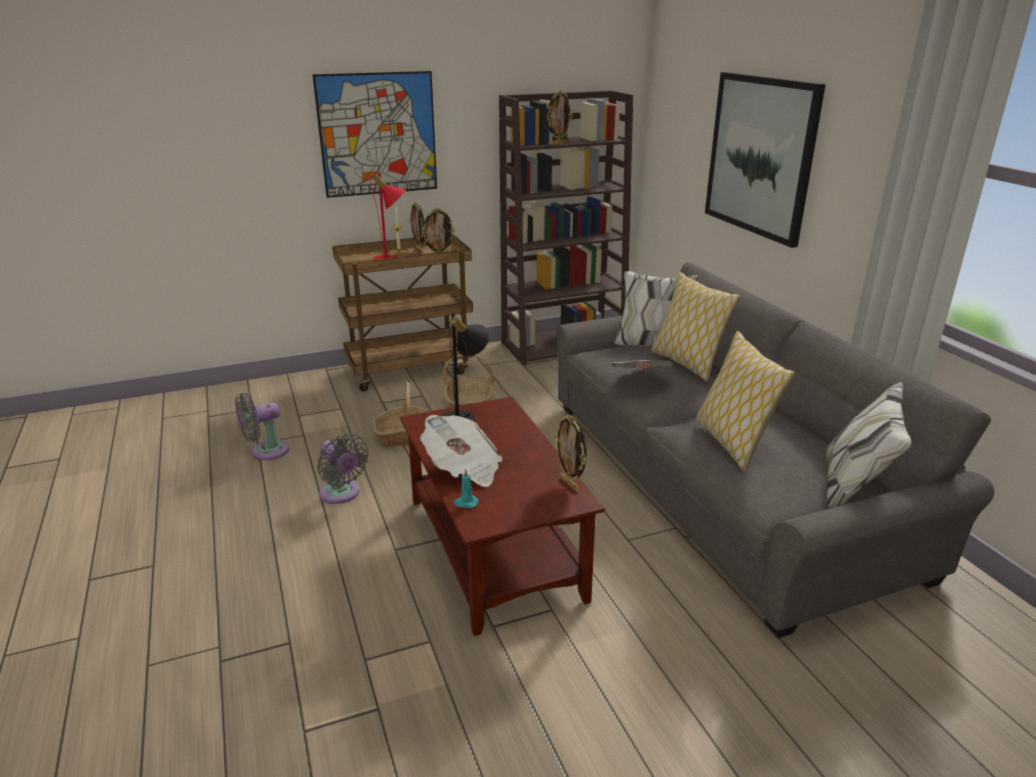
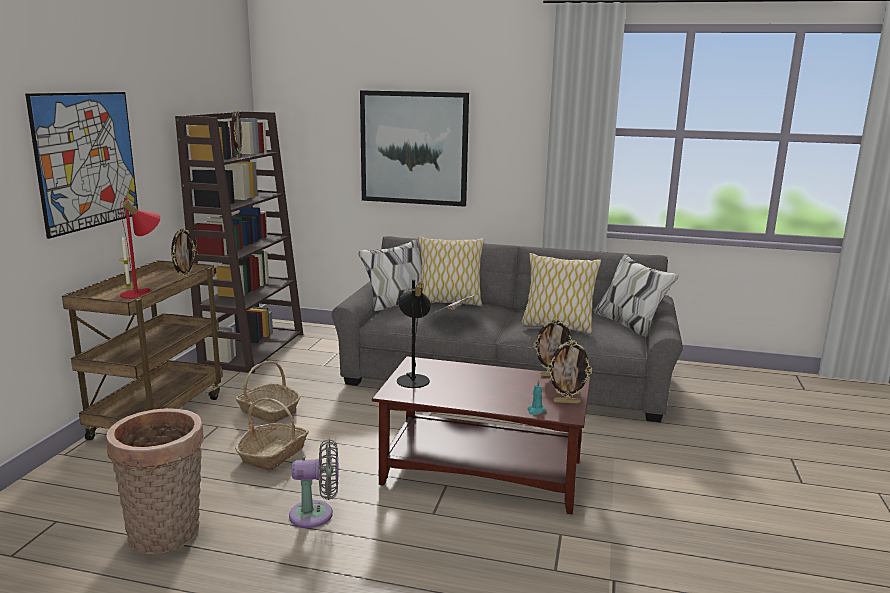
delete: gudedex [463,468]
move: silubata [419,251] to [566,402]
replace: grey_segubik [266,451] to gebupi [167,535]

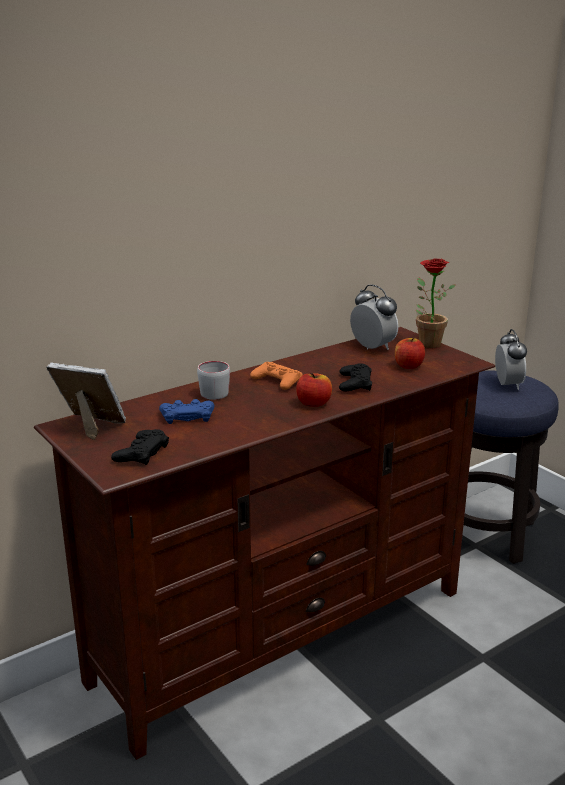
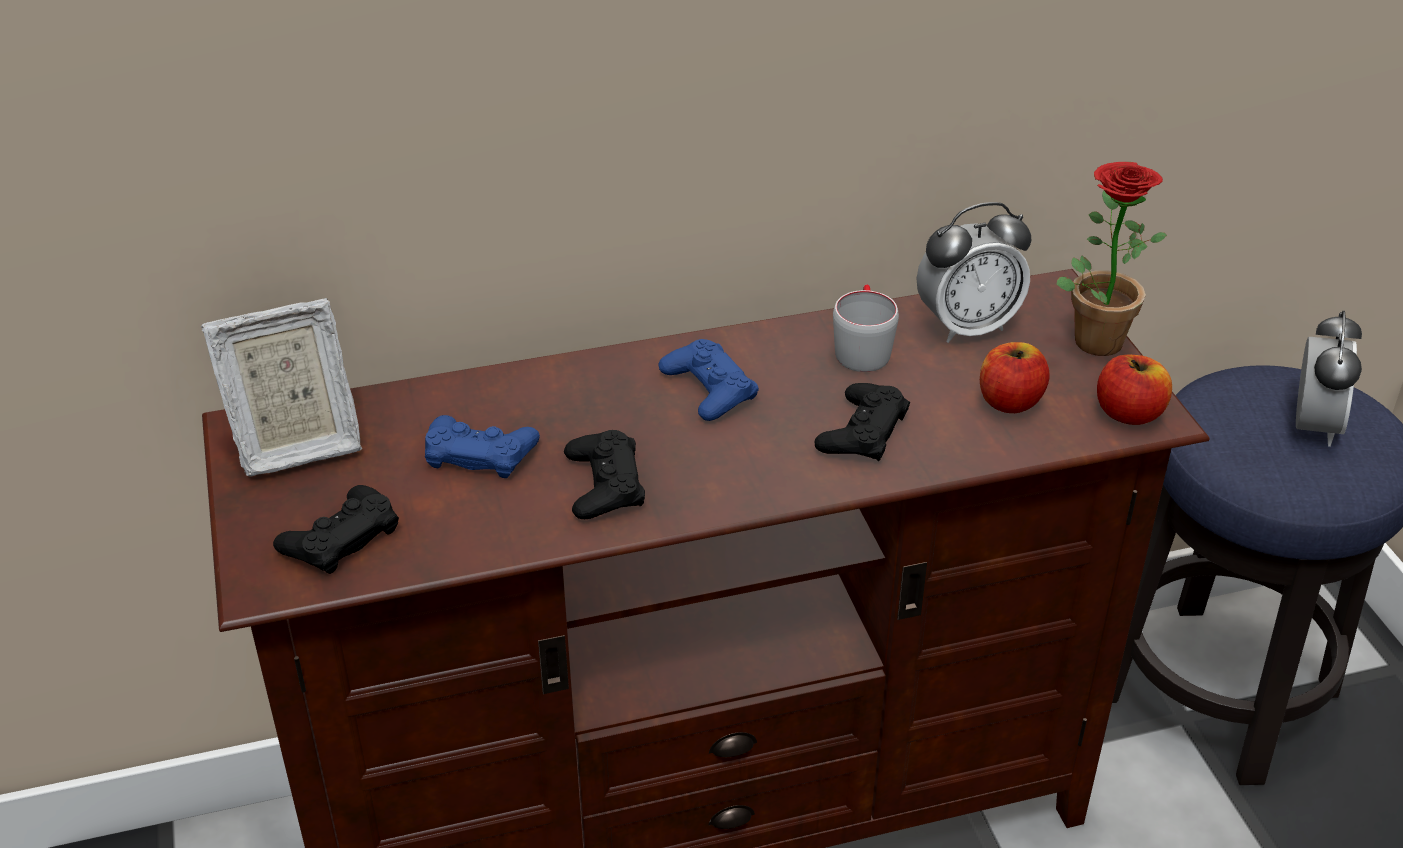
insert: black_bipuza [604,484]
move: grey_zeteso [212,391] to [862,347]; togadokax [313,403] to [1129,413]
recolor: orange_bipuza [277,381] to blue_bipuza [708,388]
rotate: silubata [92,427] = [295,445] 120 degrees clockwise; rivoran [372,348] = [967,327] 90 degrees clockwise

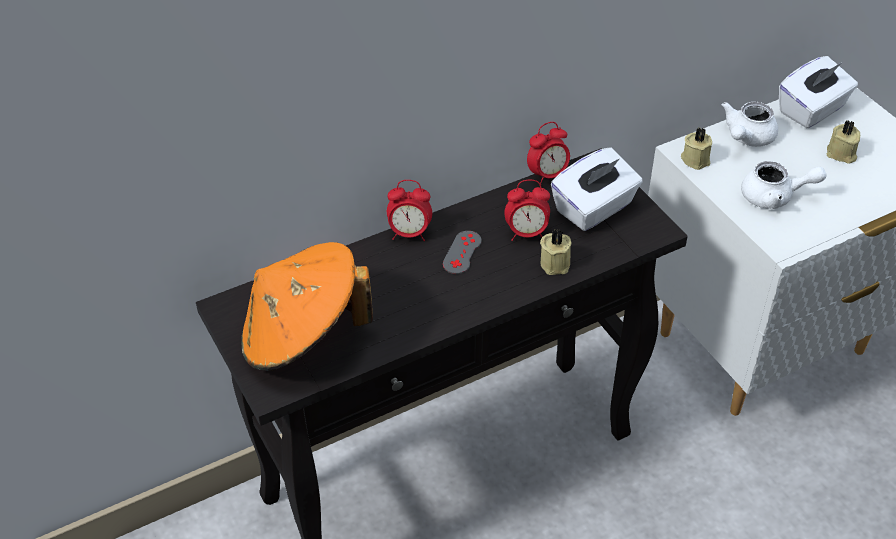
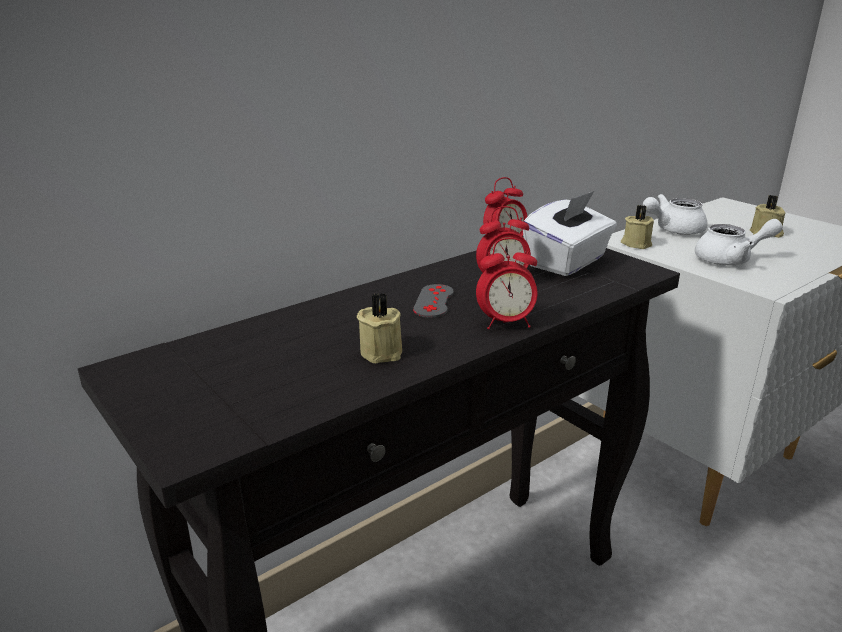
delete: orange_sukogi [303,336]; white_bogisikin [812,110]
move: rivoran [409,233] to [506,323]; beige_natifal [556,263] to [383,351]
rotate: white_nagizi [746,138] = [673,230] 45 degrees clockwise

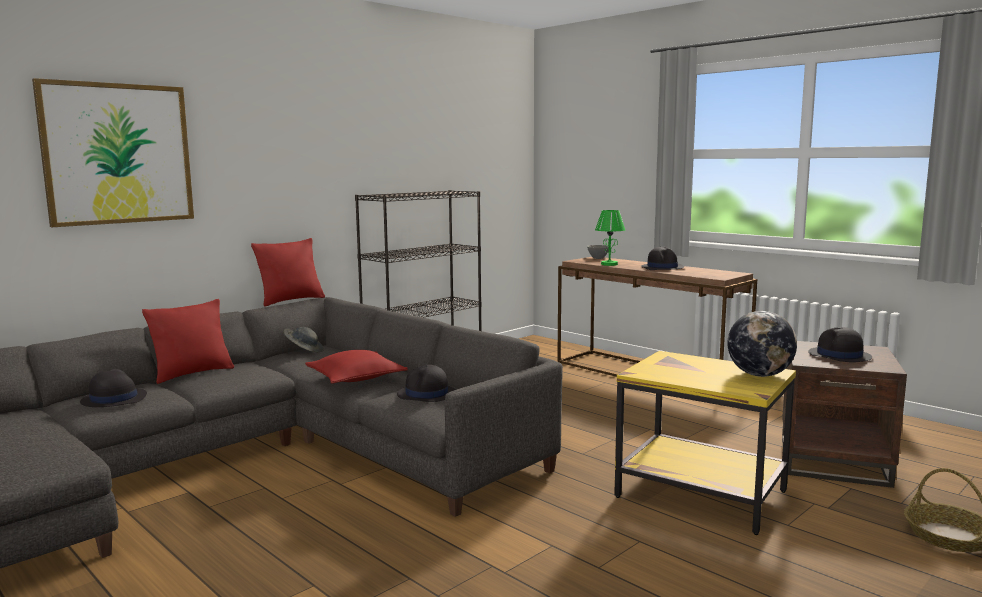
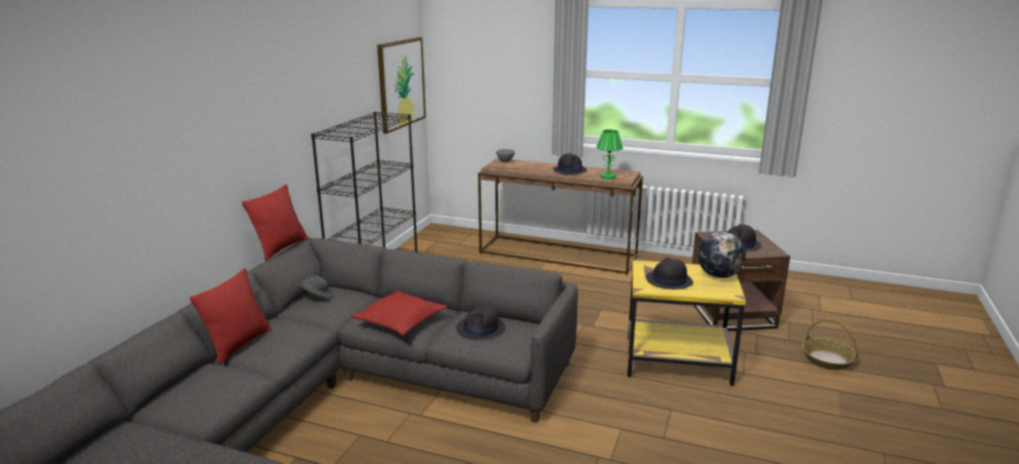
move: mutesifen [118,154] to [401,83]; black_sukogi [113,399] to [668,280]; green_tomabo [609,264] to [608,177]

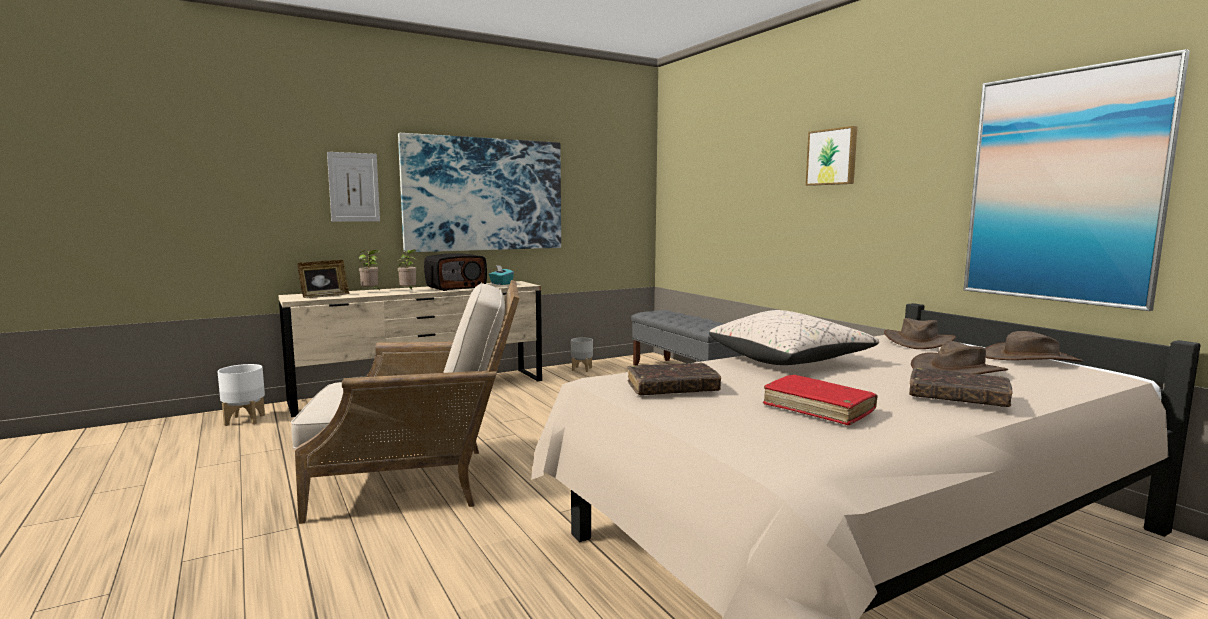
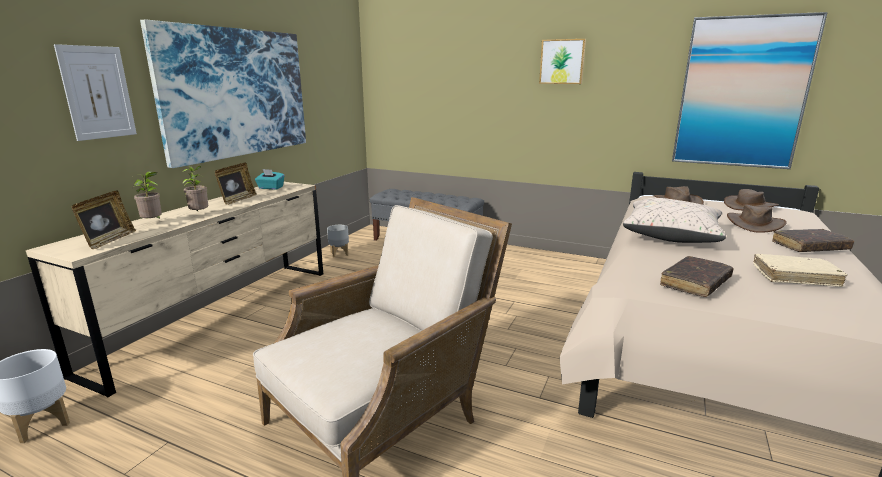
replace: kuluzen [456,287] to silubata [237,200]
recolor: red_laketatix [818,409] to beige_laketatix [795,277]

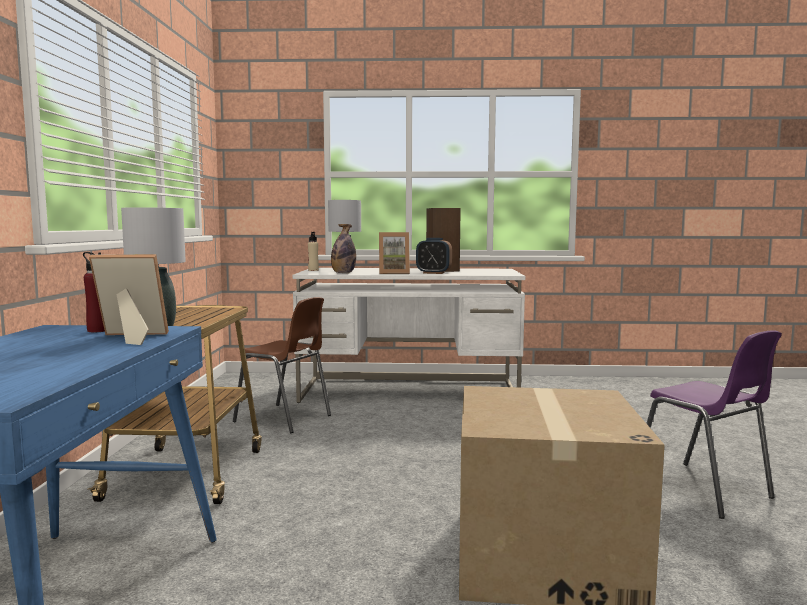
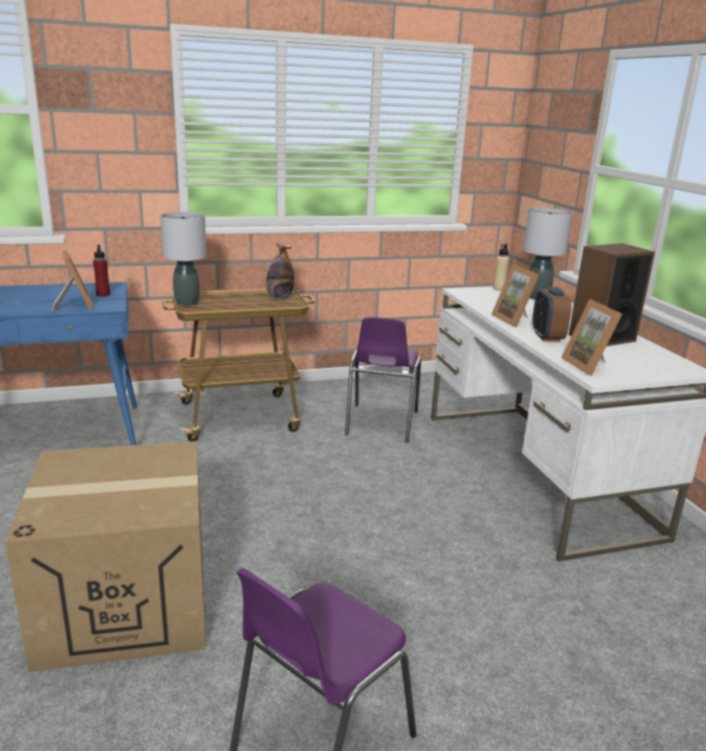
insert: silubata [590,366]
move: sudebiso [343,273] to [279,297]
recolor: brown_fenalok [285,419] to purple_fenalok [380,424]

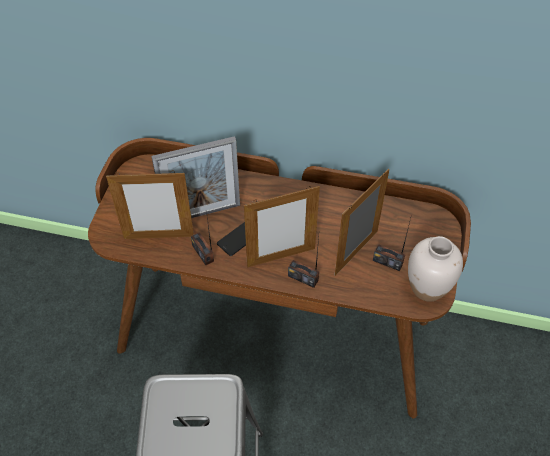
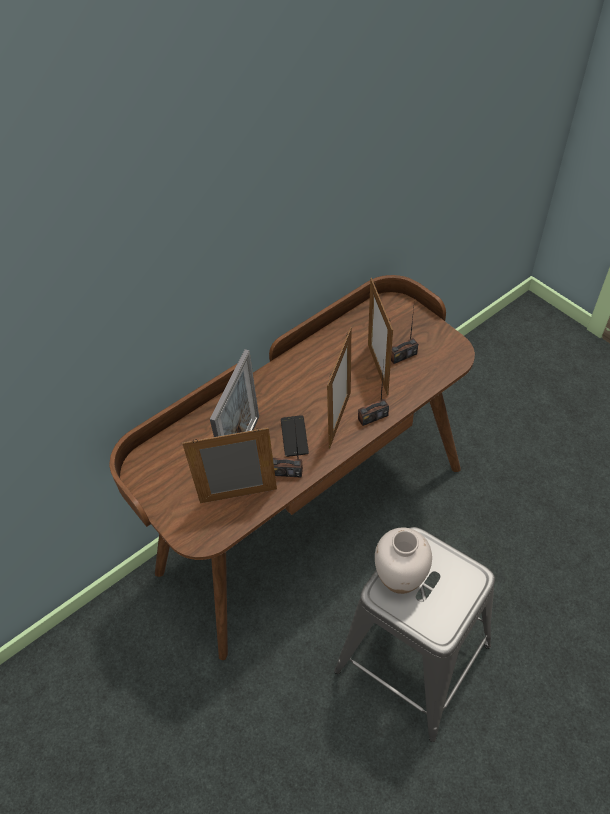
move: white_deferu [427,288] to [400,578]
rotate: silubata [159,237] = [238,496] 135 degrees counterclockwise

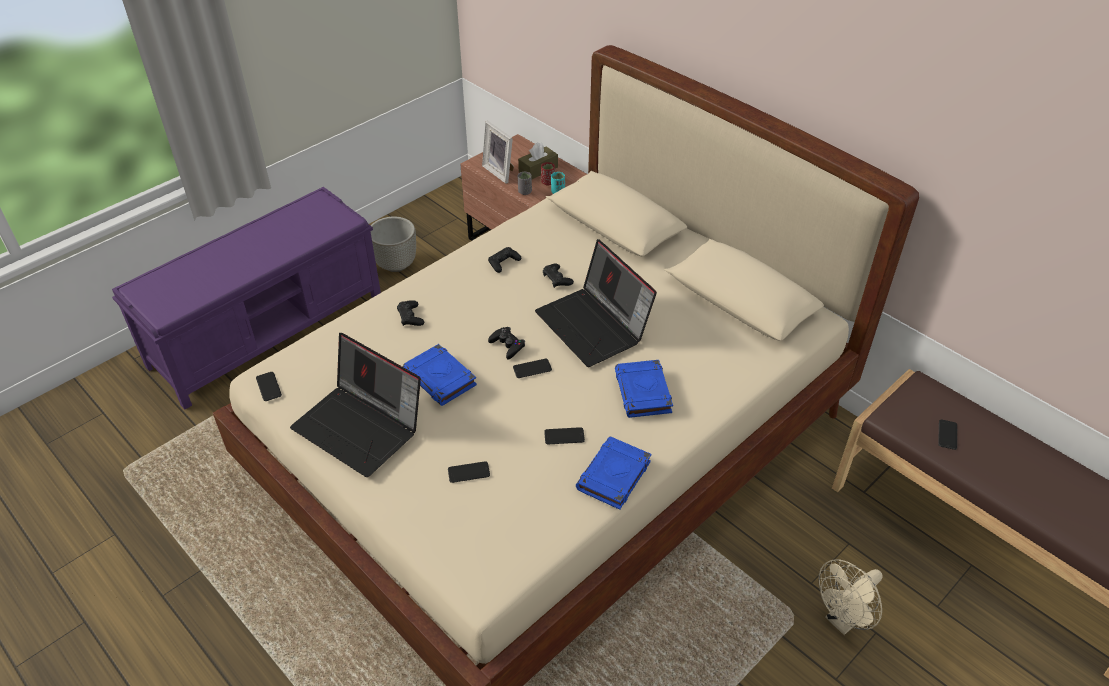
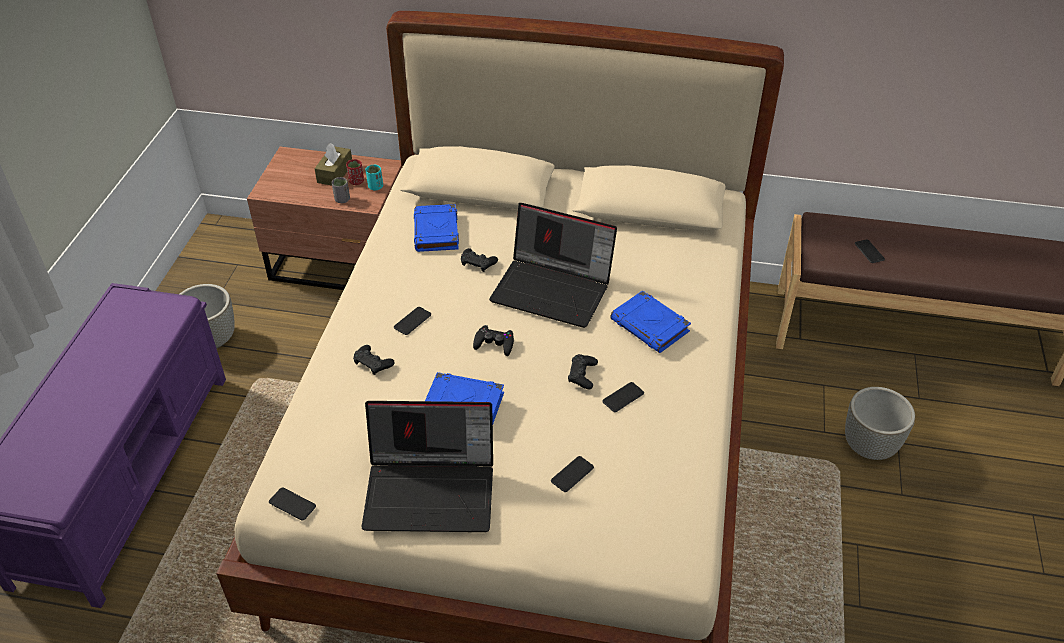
delete: silubata [501,171]
move: black_bipuza [503,263] to [582,375]; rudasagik [532,369] to [412,321]; blue_laketatix [613,476] to [437,232]
replace: beige_segubik [843,620] to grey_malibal [869,446]

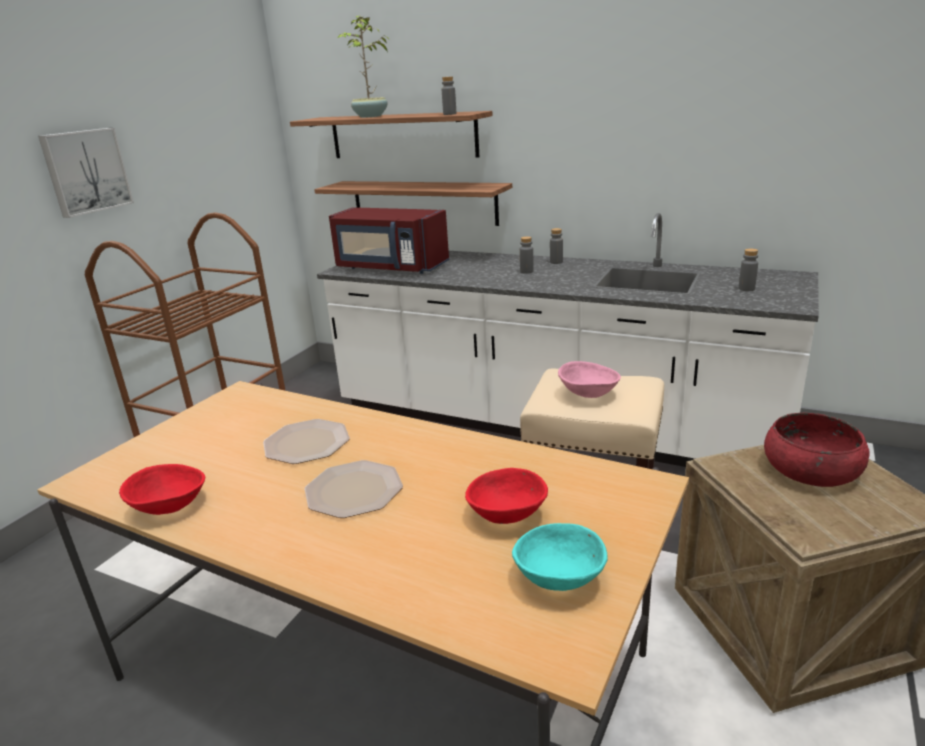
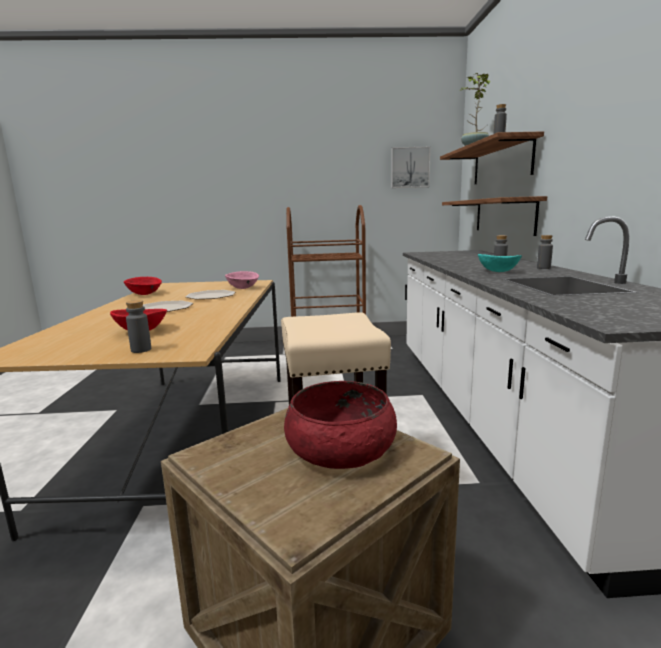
delete: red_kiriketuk [390,267]
move: mutesifen [86,171] to [410,167]; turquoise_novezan [558,579] to [498,272]; pink_novezan [588,394] to [243,288]; grey_sudebiso [746,289] to [141,350]

